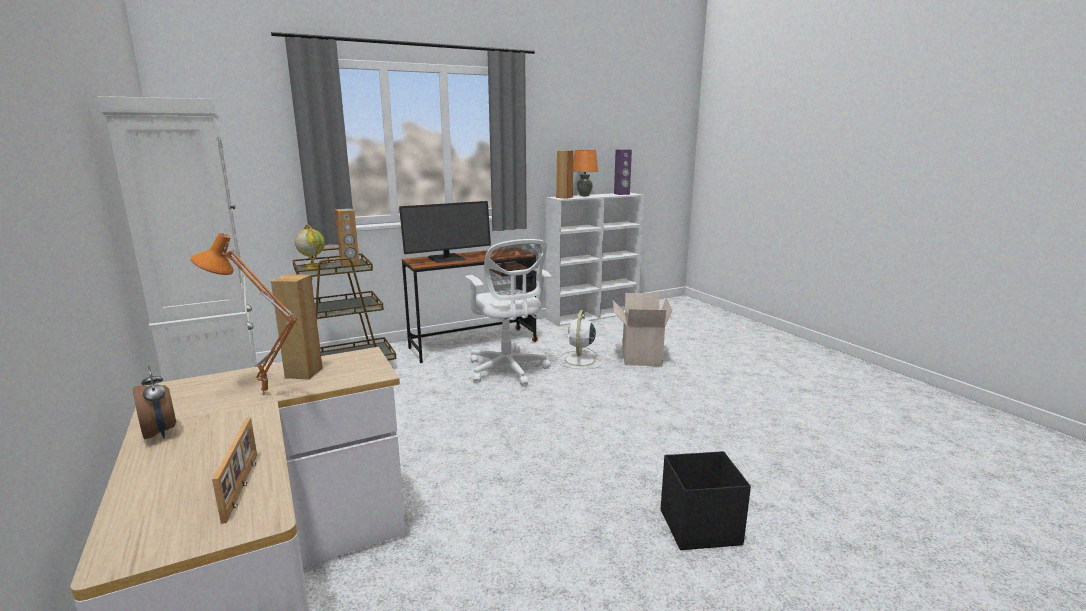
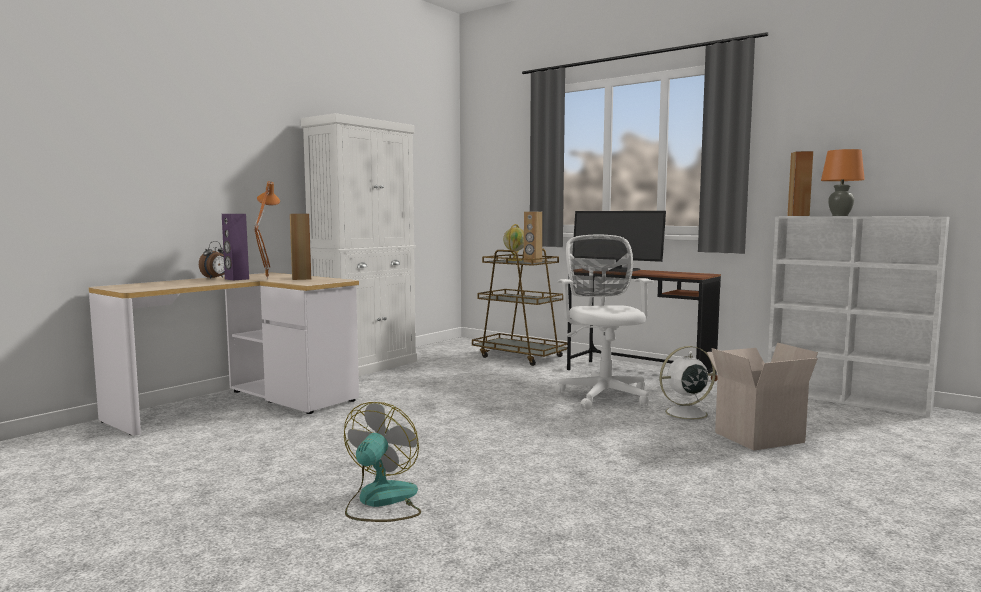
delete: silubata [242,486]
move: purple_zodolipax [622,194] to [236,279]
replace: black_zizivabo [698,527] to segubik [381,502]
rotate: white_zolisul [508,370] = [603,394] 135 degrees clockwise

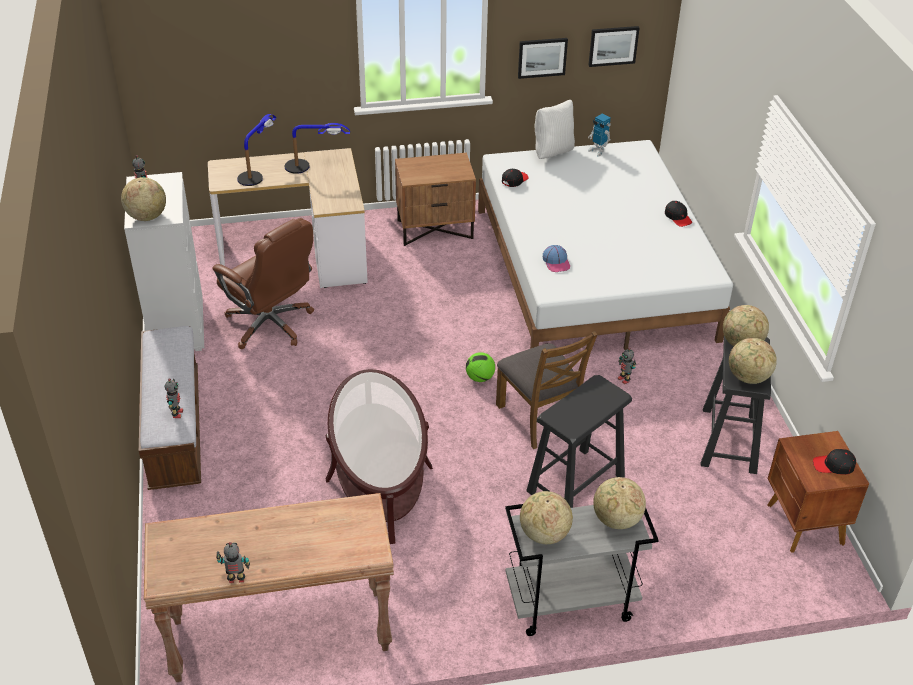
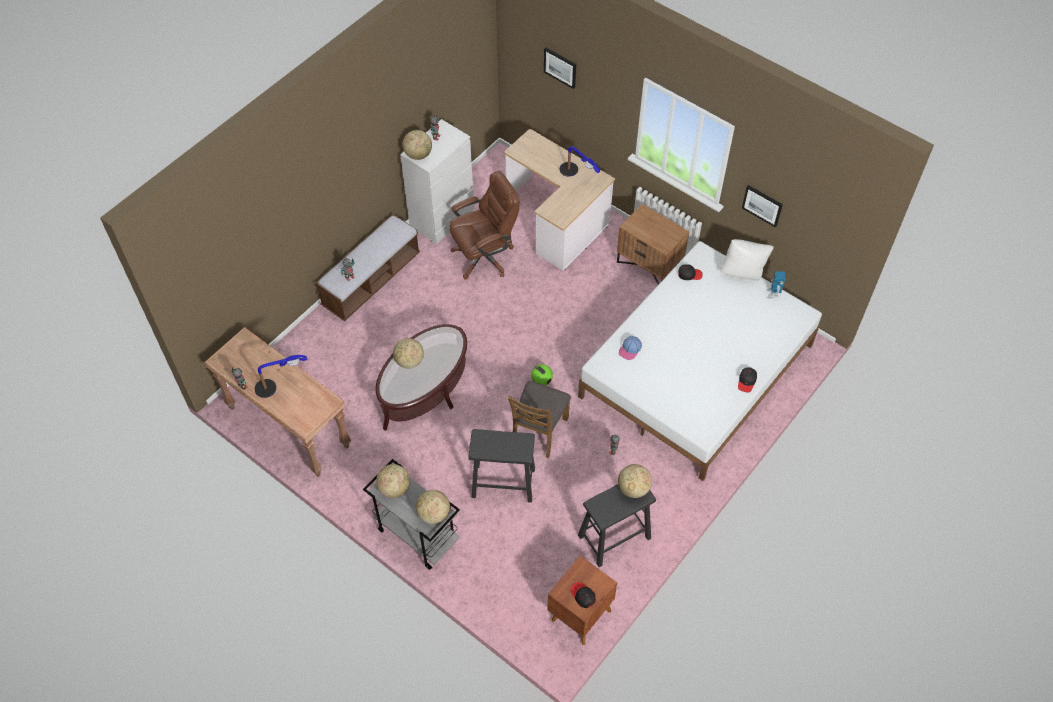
move: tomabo [257,172] to [277,385]; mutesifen [613,45] to [560,67]; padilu [748,377] to [409,361]
rotate: brown_zolisul [271,324] = [484,256] 120 degrees counterclockwise

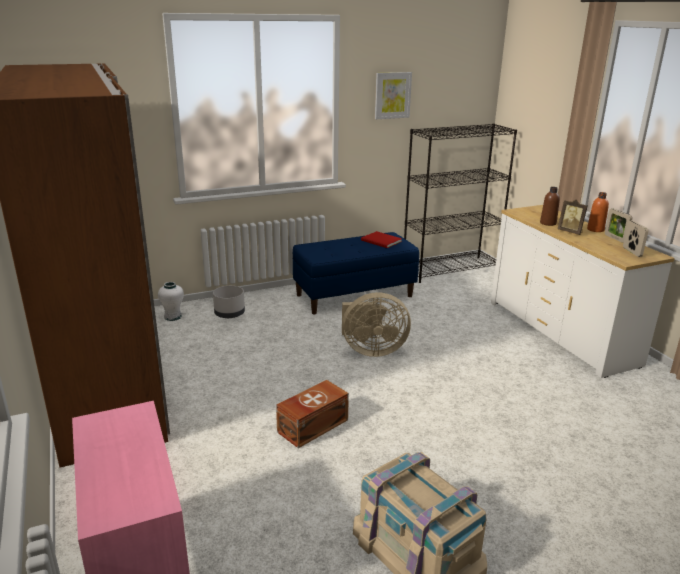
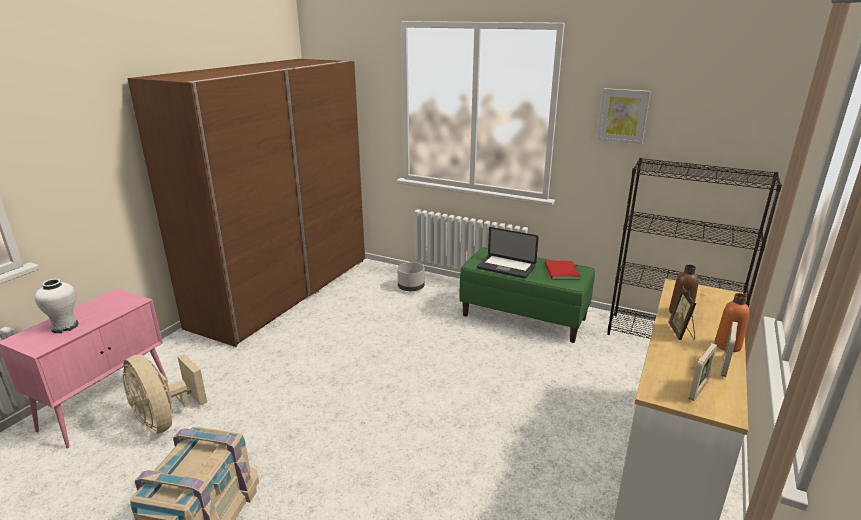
delete: brown_zizivabo [311,426]
insert: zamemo [506,267]
move: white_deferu [173,316] to [65,326]; beige_segubik [371,350] to [165,419]
recolor: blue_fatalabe [354,295] to green_fatalabe [524,317]

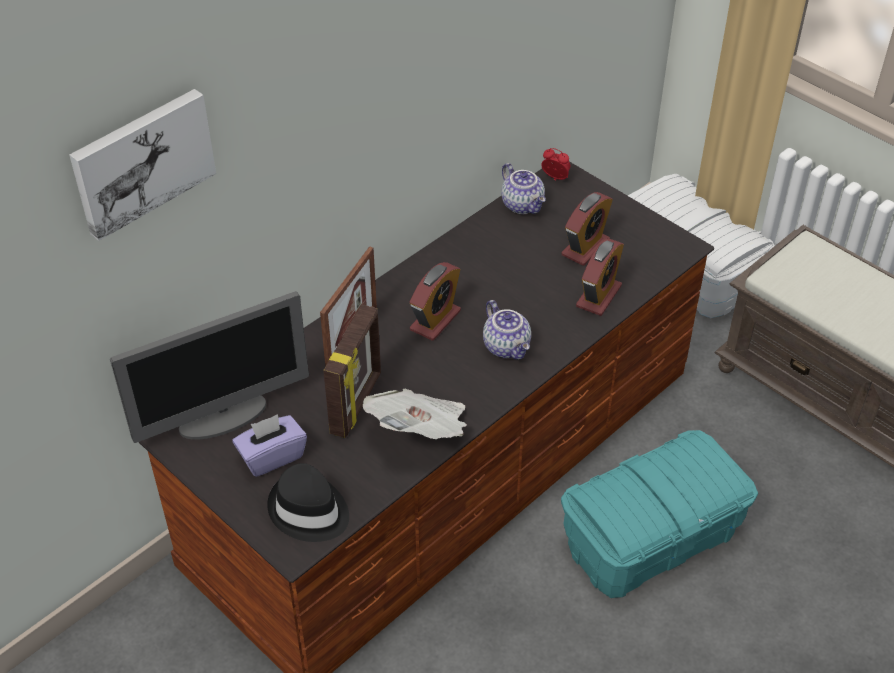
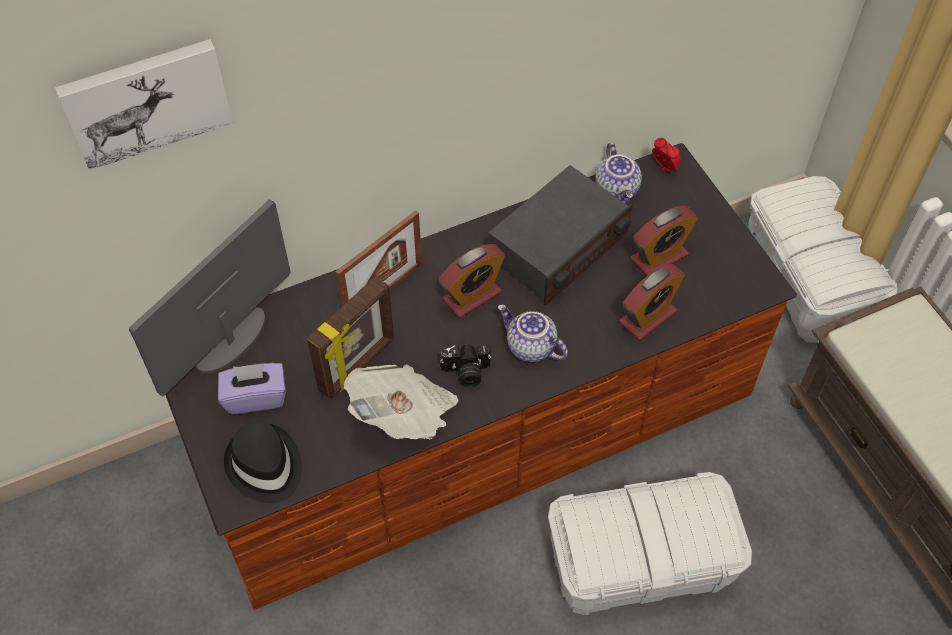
insert: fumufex [466,373]; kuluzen [559,247]
recolor: turquoise_zizivabo [651,539] to white_zizivabo [640,564]
rotate: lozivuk [224,417] = [230,341] 135 degrees clockwise; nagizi [507,347] = [530,347] 135 degrees clockwise

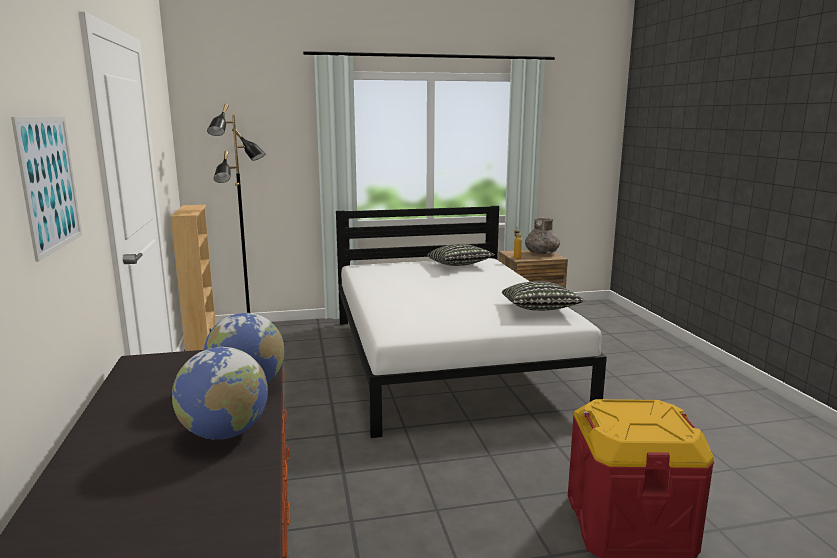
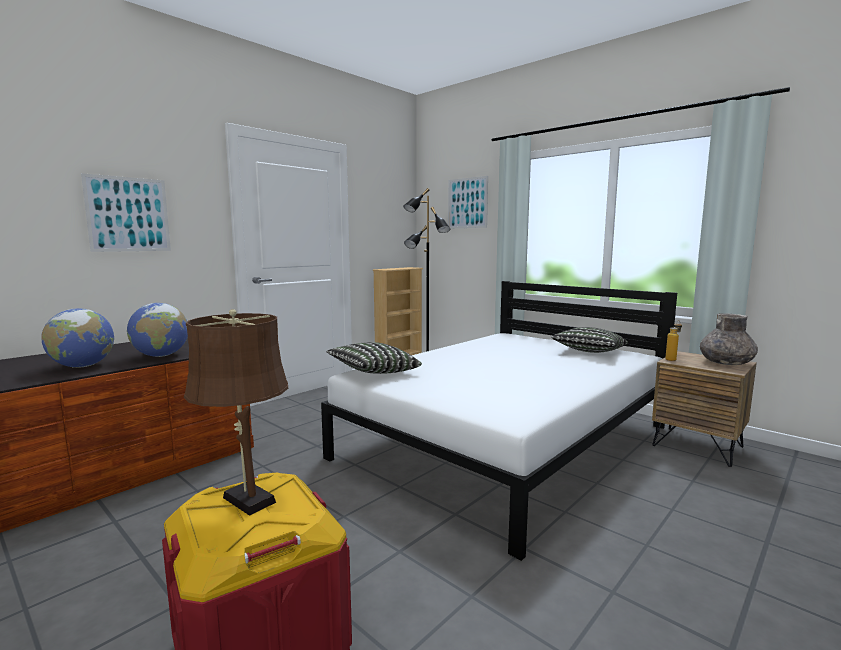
insert: brown_tomabo [246,498]; mutesifen [467,203]
move: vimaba [539,310] to [373,372]

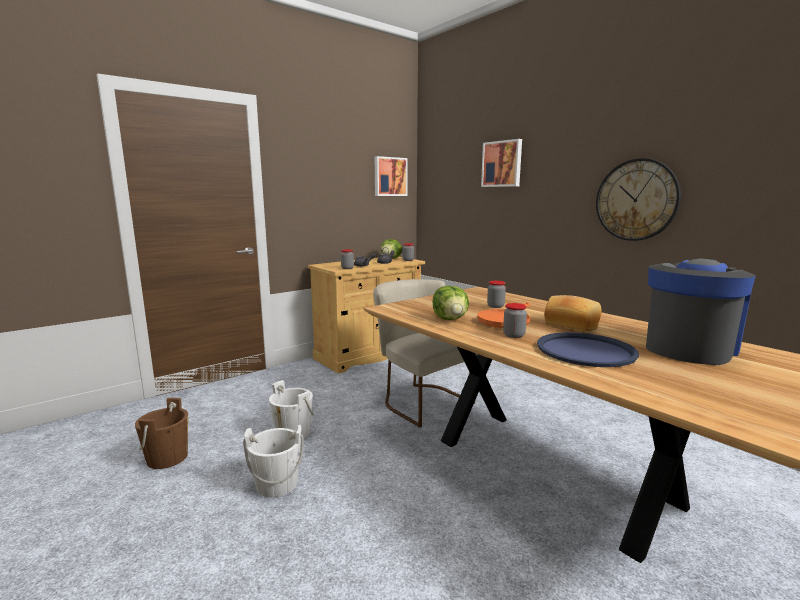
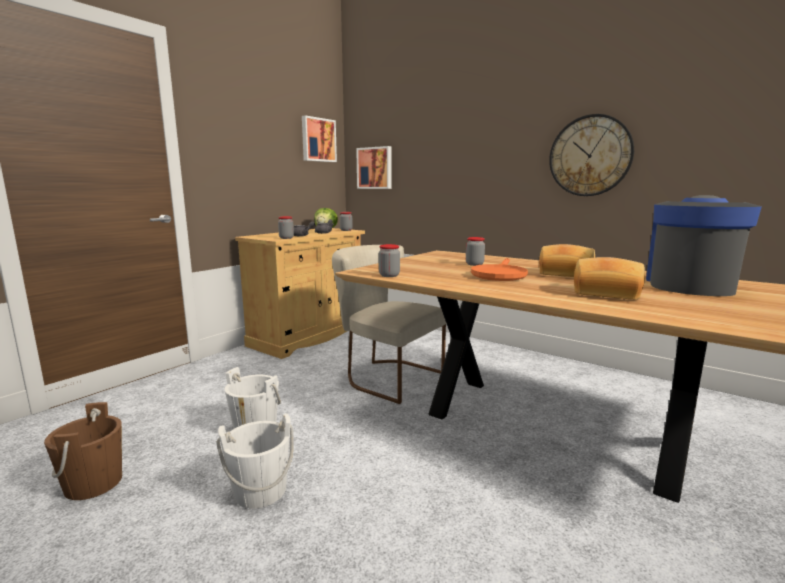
delete: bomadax [450,319]
move: mutesifen [502,164] to [375,168]; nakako [514,335] to [389,275]
replace: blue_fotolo [585,350] to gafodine [606,293]

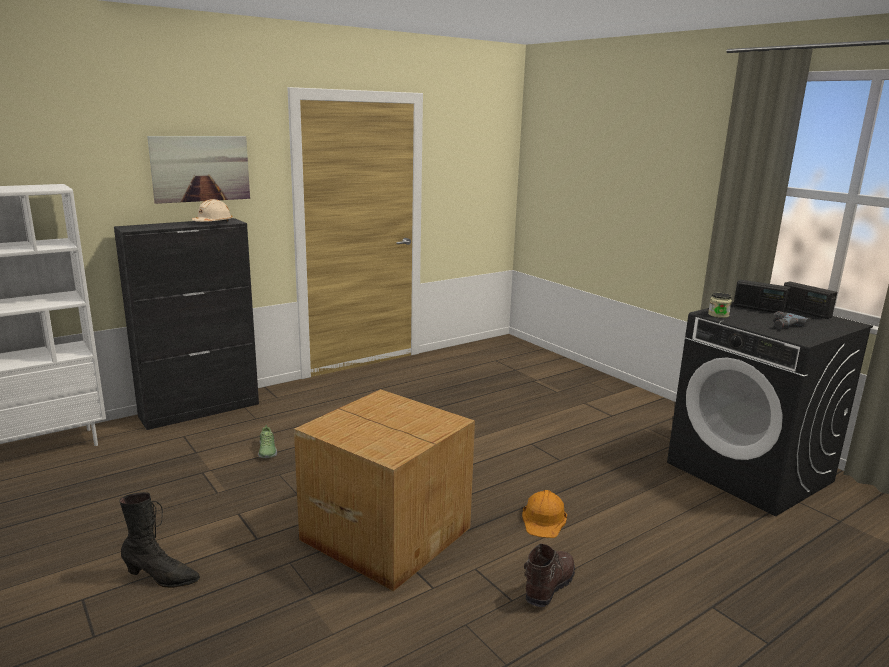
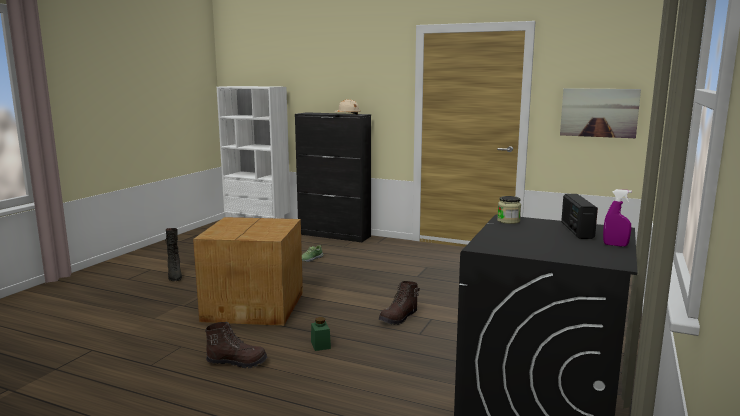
delete: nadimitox [782,324]
insert: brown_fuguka [399,318]
move: mutesifen [200,168] to [599,112]
replace: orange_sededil [544,519] to green_nakako [320,345]; kuluzen [805,312] to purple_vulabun [615,245]

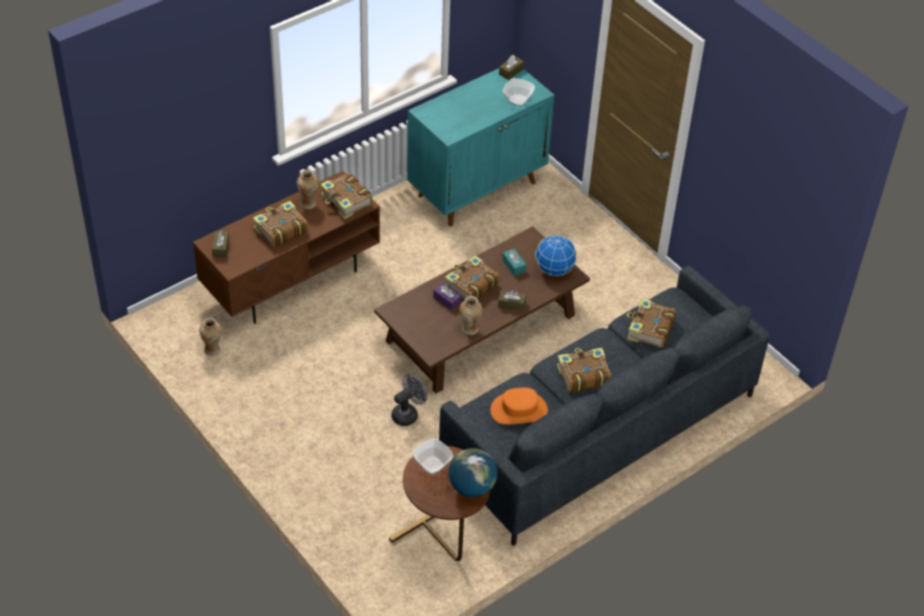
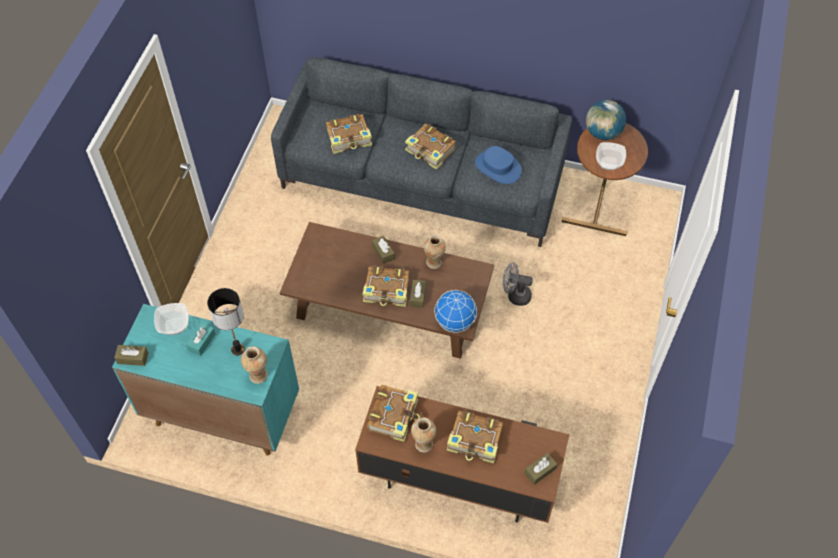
insert: tomabo [237,350]
move: deferu [212,350] to [258,375]; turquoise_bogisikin [513,266] to [202,342]; padilu [554,269] to [455,322]
recolor: purple_bogisikin [447,300] to brown_bogisikin [418,296]; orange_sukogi [519,410] to blue_sukogi [498,167]

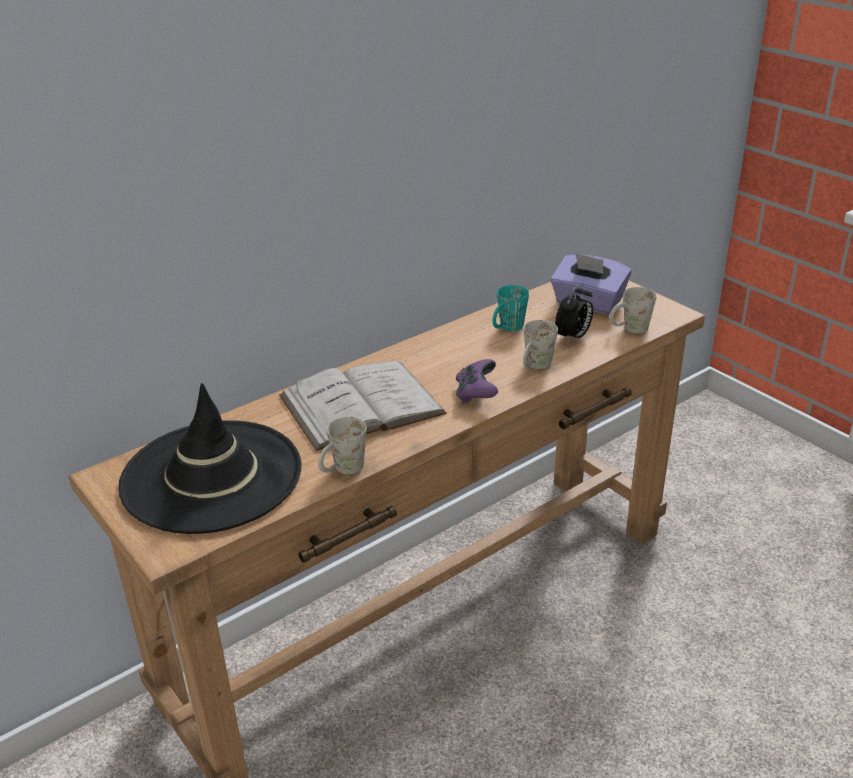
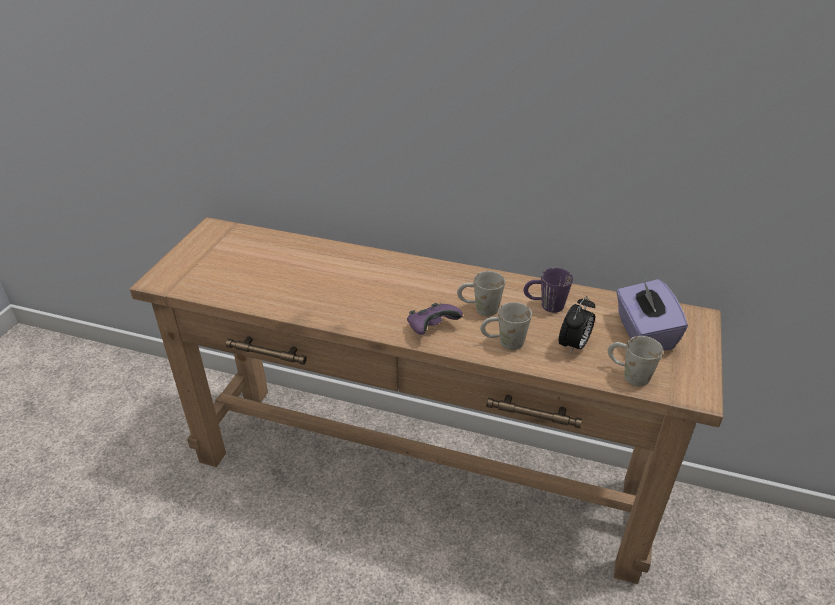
delete: black_sukogi [211,476]; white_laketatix [361,404]
move: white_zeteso [342,470] to [479,309]
recolor: turquoise_zeteso [507,328] to purple_zeteso [544,305]
rotate: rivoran [573,337] = [574,346] 60 degrees counterclockwise

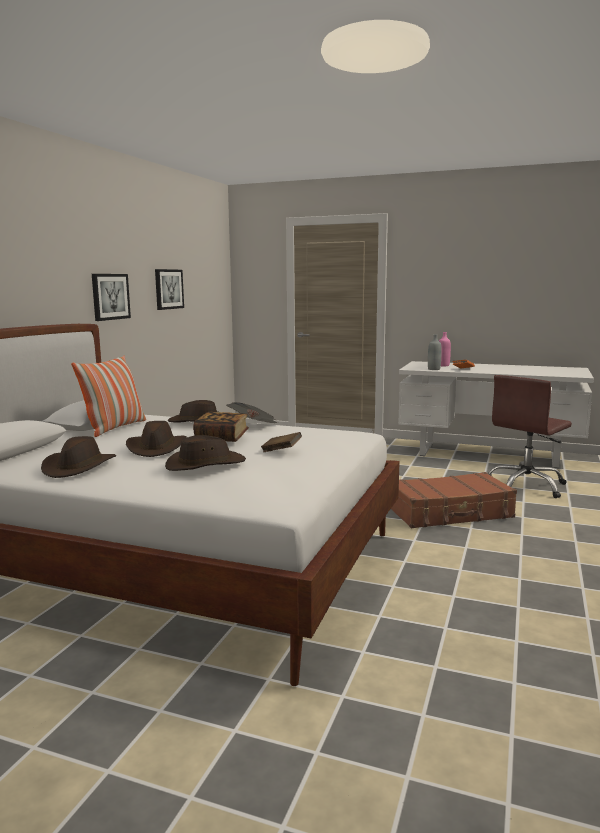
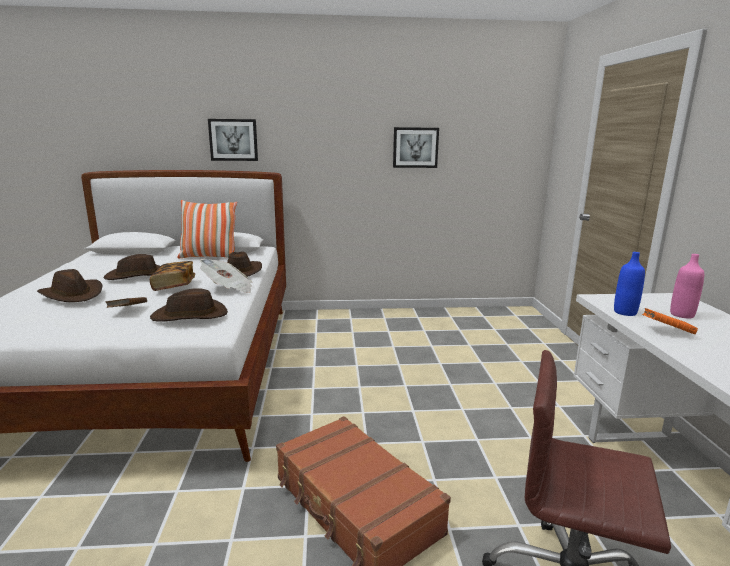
move: brown_sukogi [79,467] to [190,316]; mutesifen [110,296] to [233,140]
recolor: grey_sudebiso [434,369] to blue_sudebiso [625,312]

